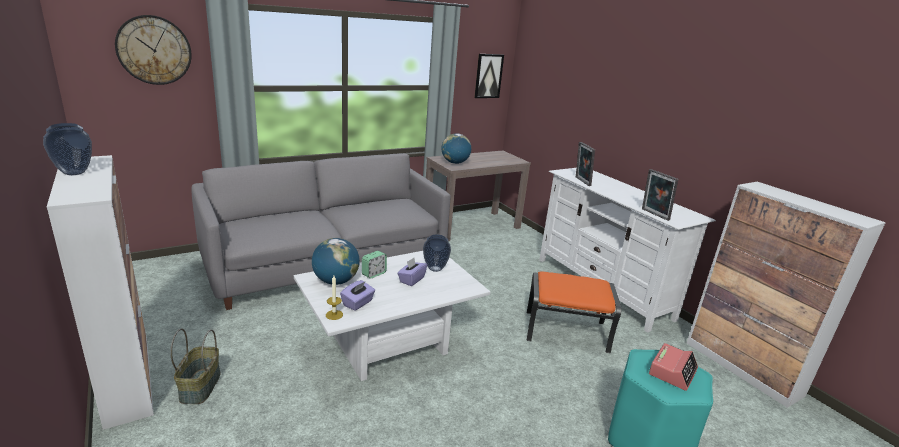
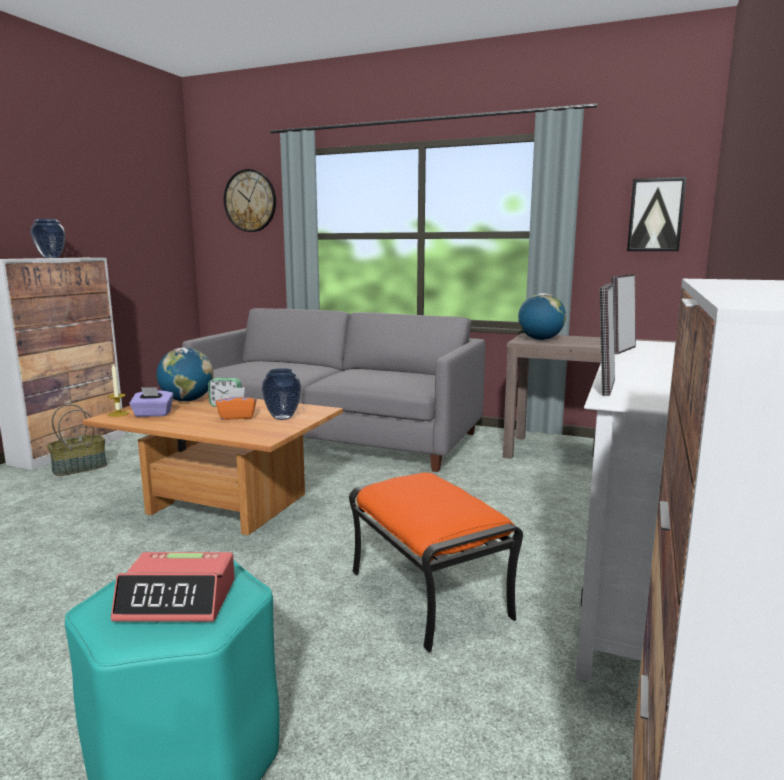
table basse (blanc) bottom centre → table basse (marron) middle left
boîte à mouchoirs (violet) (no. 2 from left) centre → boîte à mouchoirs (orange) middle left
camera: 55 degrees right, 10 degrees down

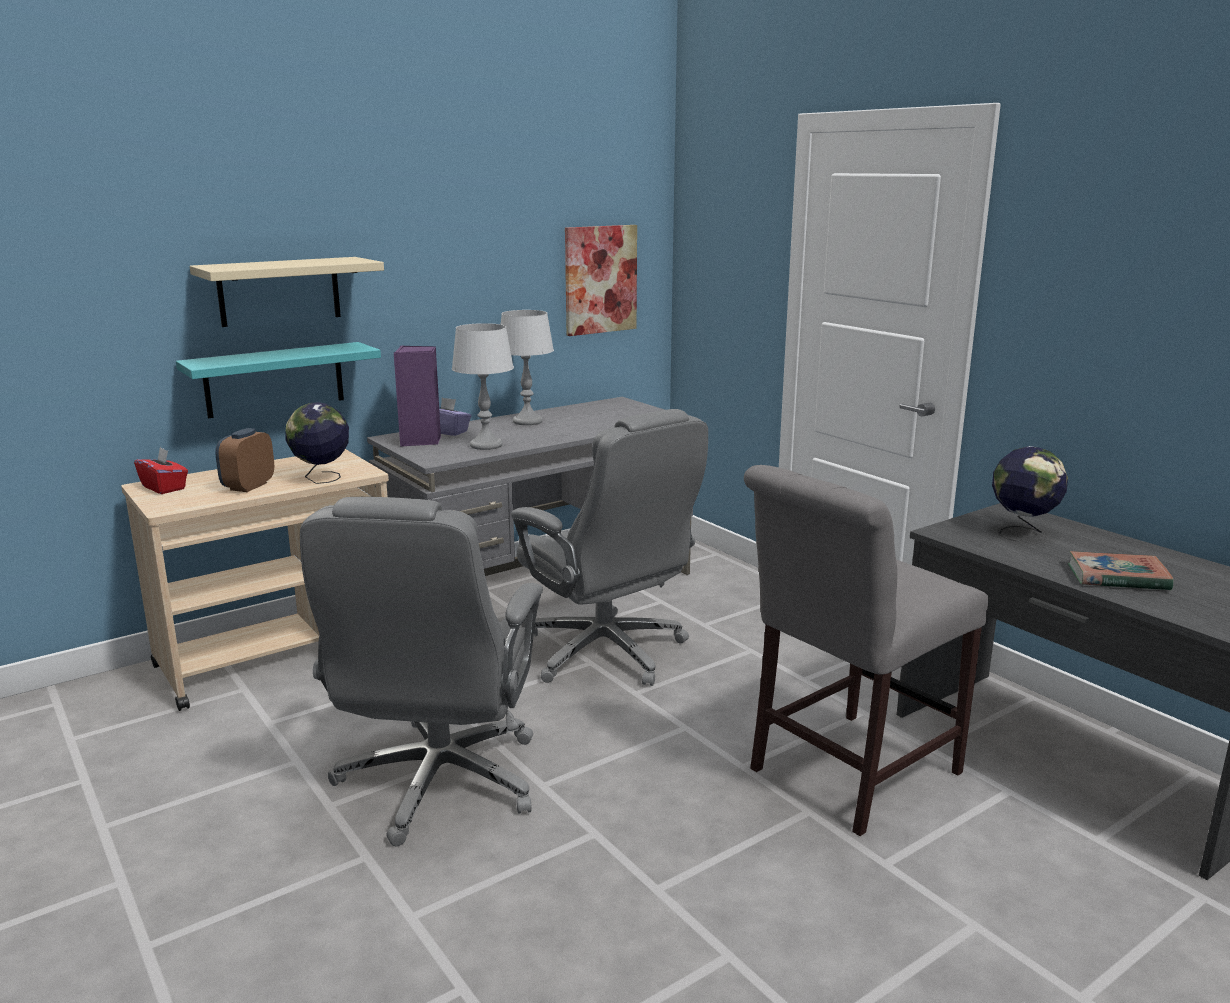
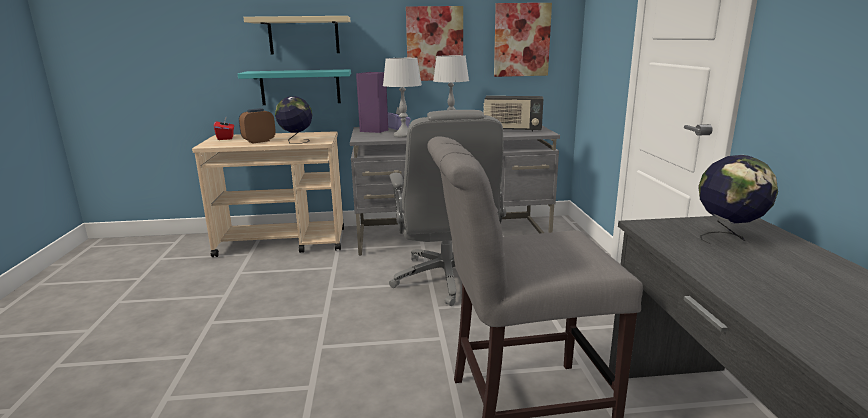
- → tableau (no. 1 from left) top centre
- → radio top centre
chaise de bureau (gris) (no. 1 from left) bottom centre → -
livre middle right → -
camera: 30 degrees right, 0 degrees up

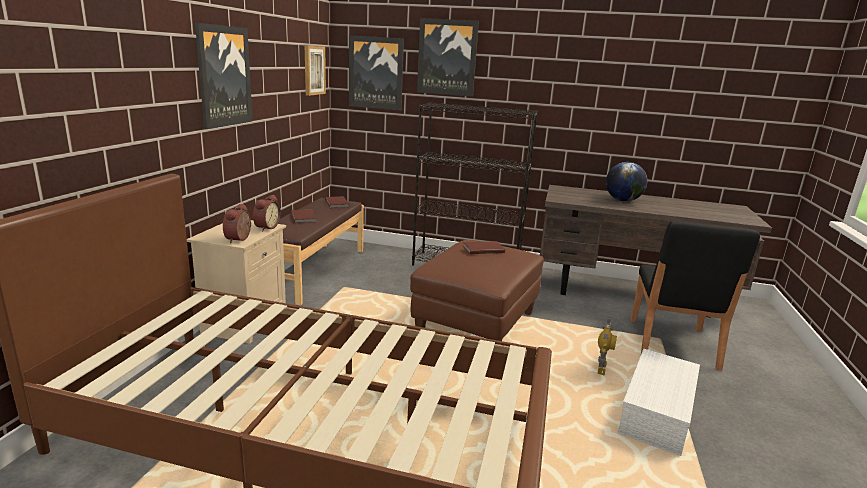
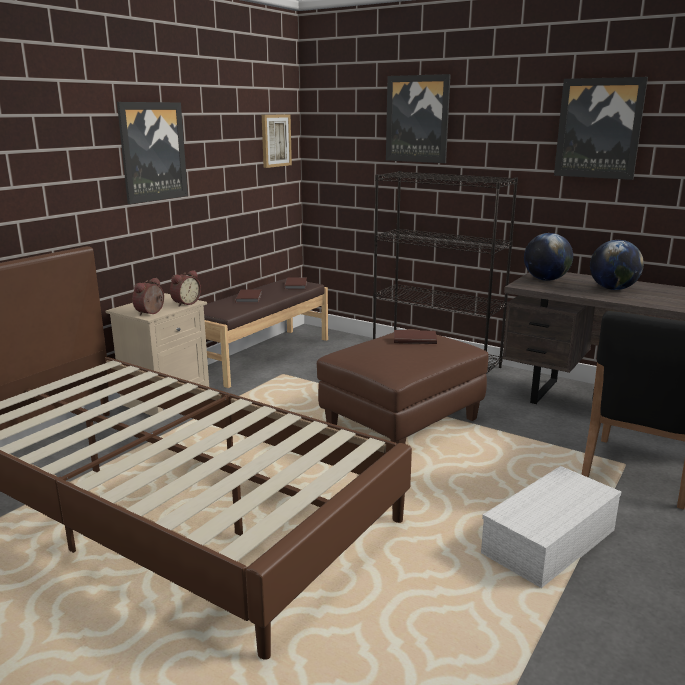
- → globe (no. 1 from left) middle right
tableau (no. 3 from left in the first image) top centre → tableau (no. 4 from left) top right, relocated
robot jouet bottom right → -
camera: 20 degrees right, 0 degrees up

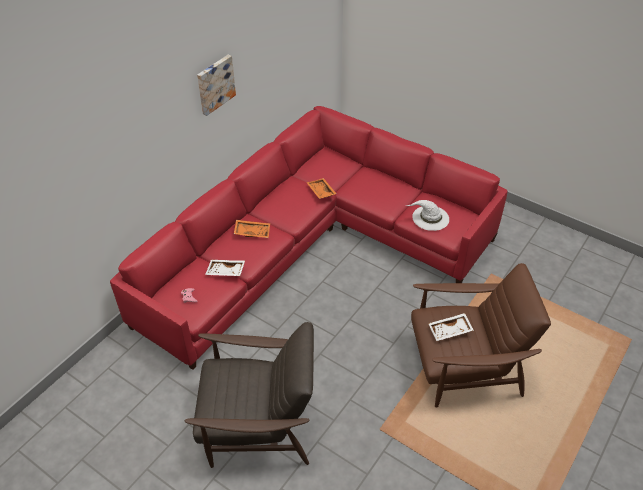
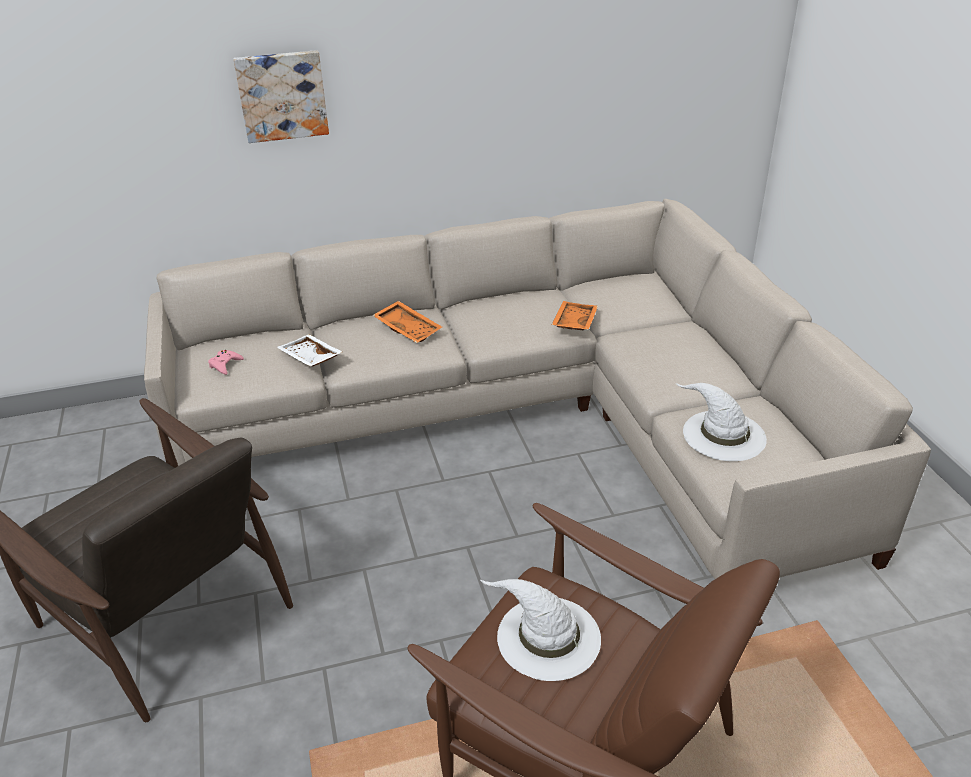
canapé (rouge) centre → canapé (beige) centre
tableau top centre → tableau top left, relocated
plateau (blanc) (no. 2 from left) bottom right → chapeau (blanc) (no. 1 from left) bottom centre
camera: 40 degrees right, 10 degrees down

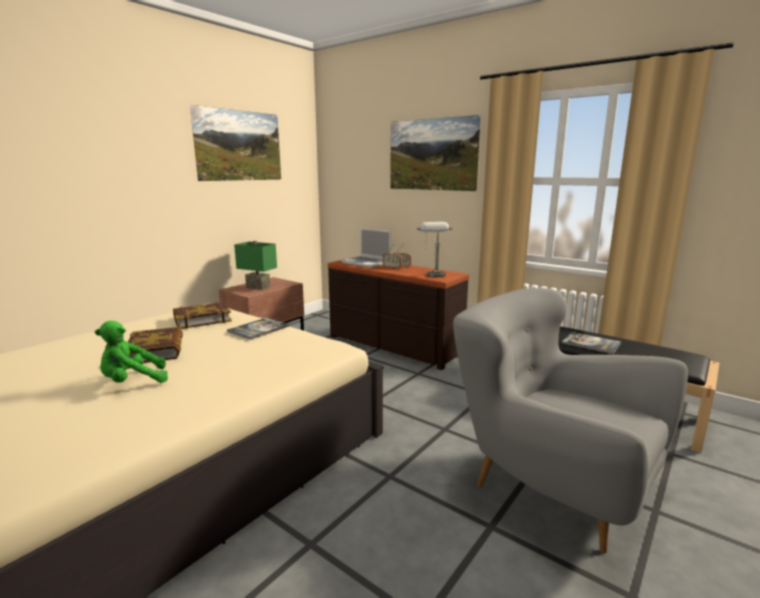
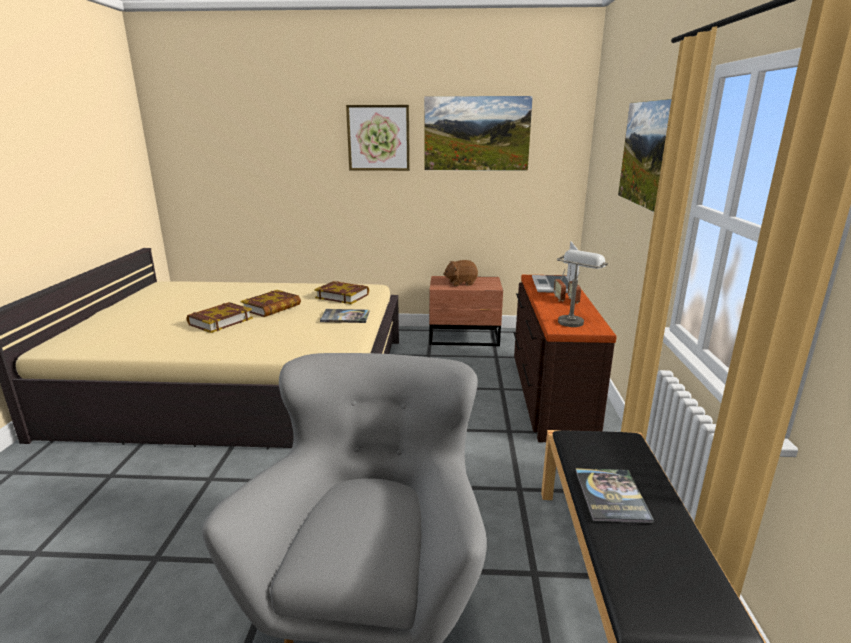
peluche (vert) middle left → livre (no. 1 from left) middle left
- → tableau (no. 1 from left) top centre
lampe de table (vert) centre → peluche (marron) centre
camera: 55 degrees right, 5 degrees up

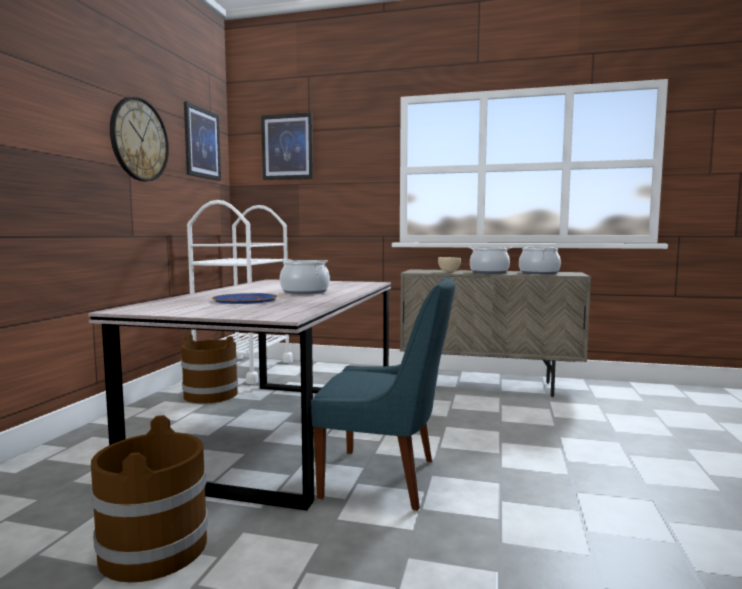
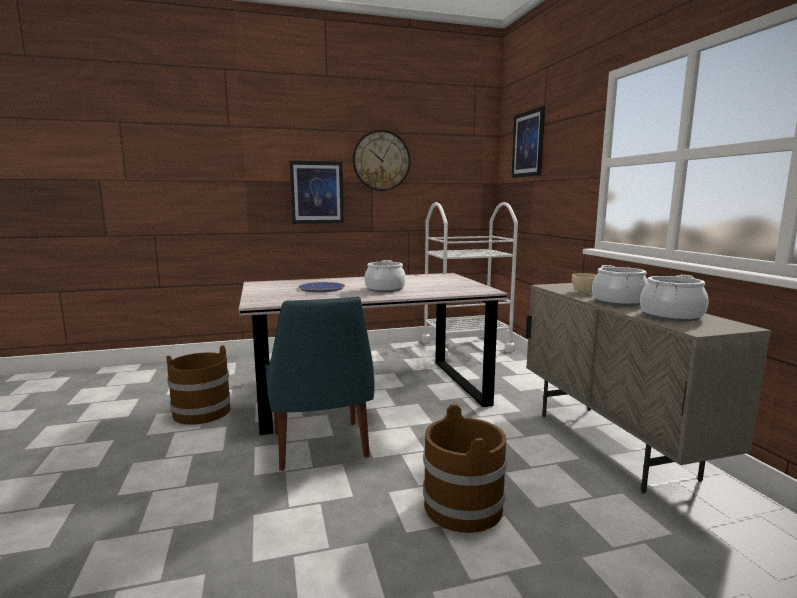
tableau (no. 1 from left) top left → tableau (no. 1 from left) top centre, relocated
seau (marron) (no. 2 from left) middle left → seau (marron) (no. 2 from left) bottom centre, relocated
camera: 60 degrees right, 5 degrees up

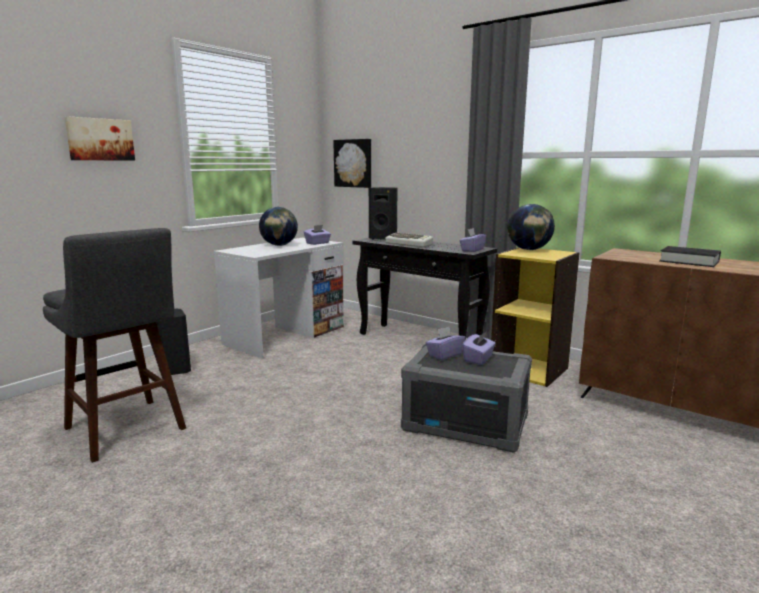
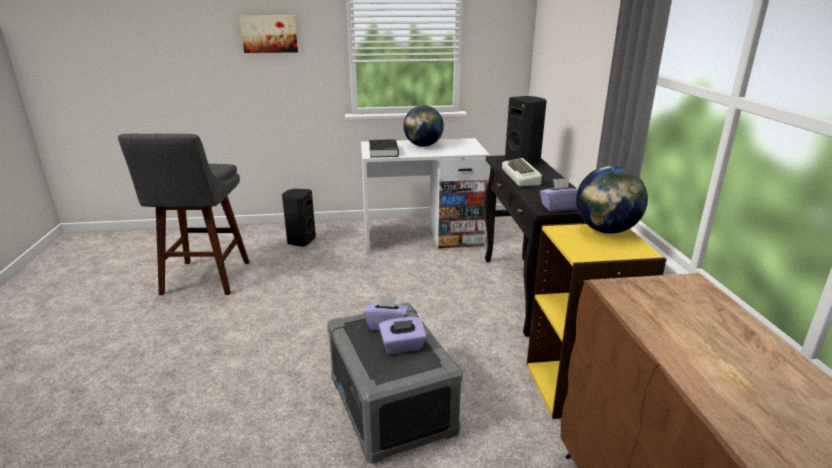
livre (noir) middle right → livre (noir) top centre, relocated
boîte à mouchoirs (violet) (no. 1 from left) centre → -
tableau (no. 2 from left) top centre → -
camera: 45 degrees right, 10 degrees up

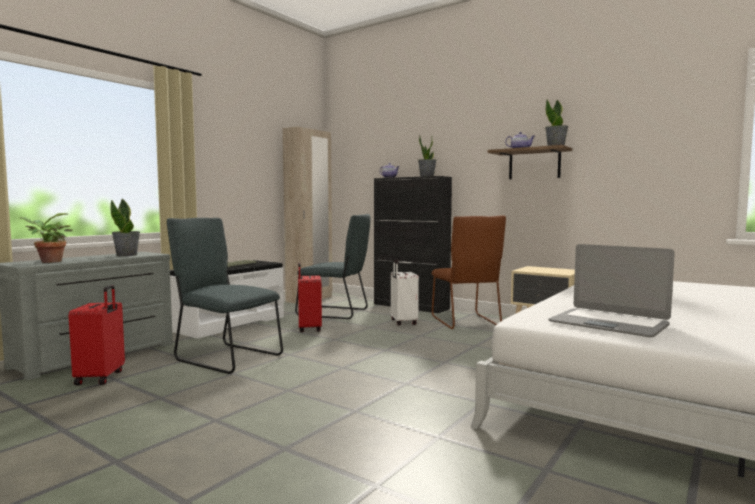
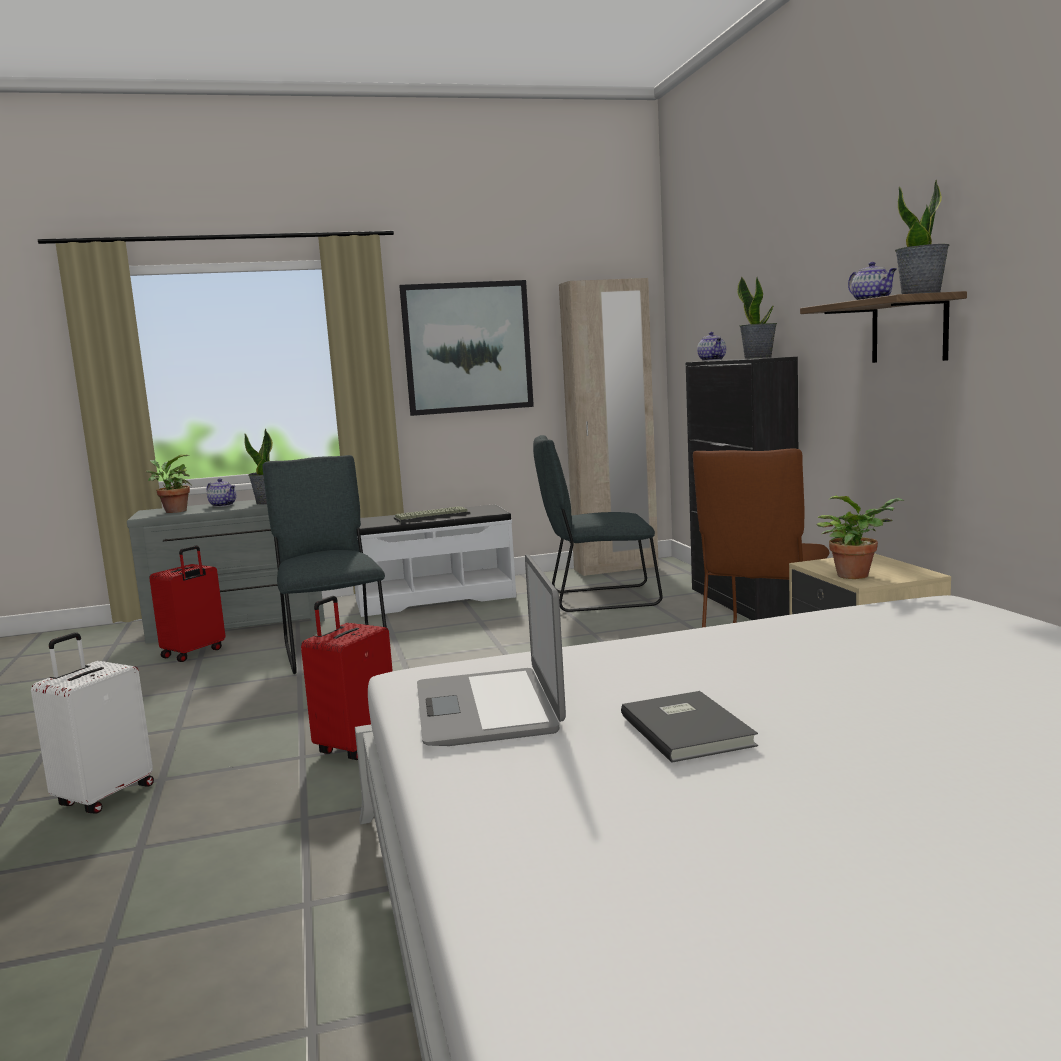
valise (blanc) centre → valise (blanc) bottom left, relocated
- → théière (no. 1 from left) middle left
valise (rouge) (no. 2 from left) centre → valise (rouge) (no. 2 from left) middle left, relocated
- → tableau top centre
chaise (gris) (no. 2 from left) centre, 120 degrees clockwise
- → livre (gris) bottom centre
- → plante en pot (no. 4 from left) middle right
camera: 40 degrees right, 5 degrees up

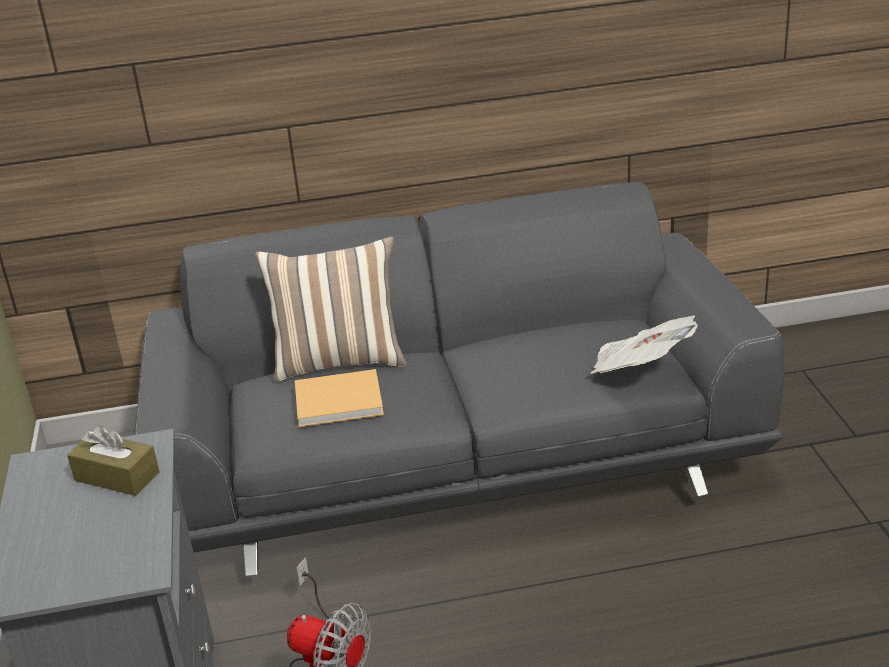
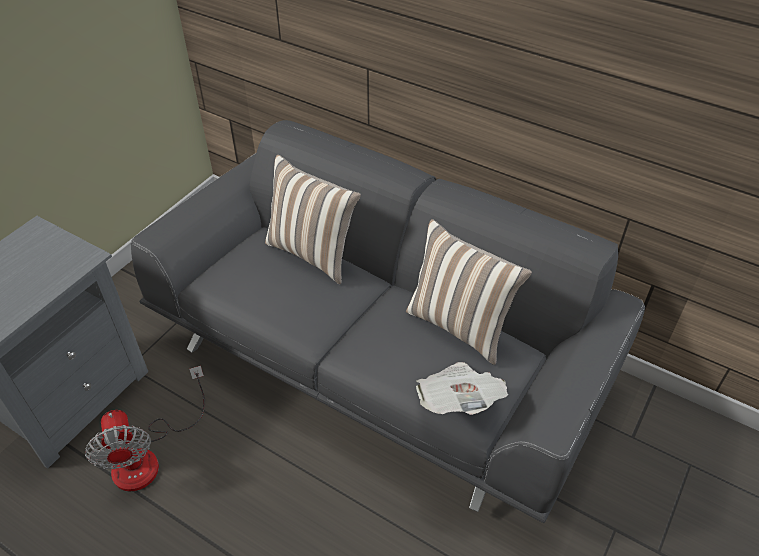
- → coussin (no. 2 from left) centre
boîte à mouchoirs (marron) bottom left → -
livre (beige) centre → -
camera: 40 degrees right, 15 degrees up

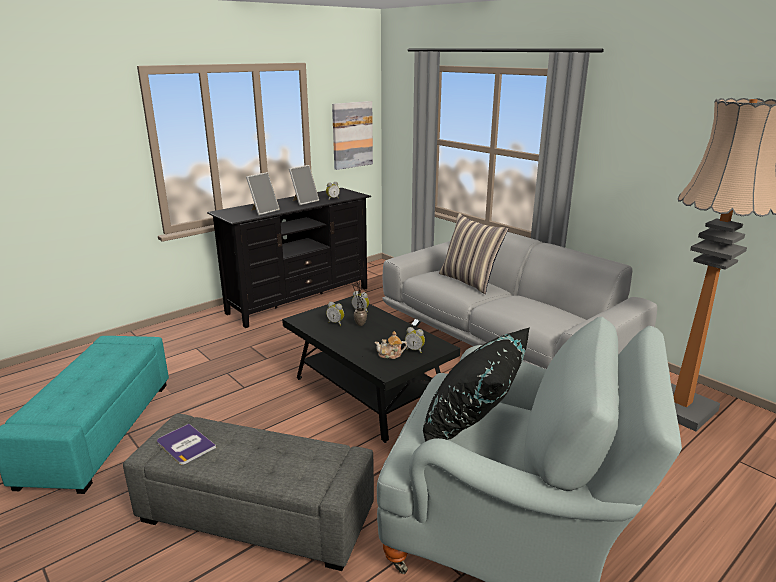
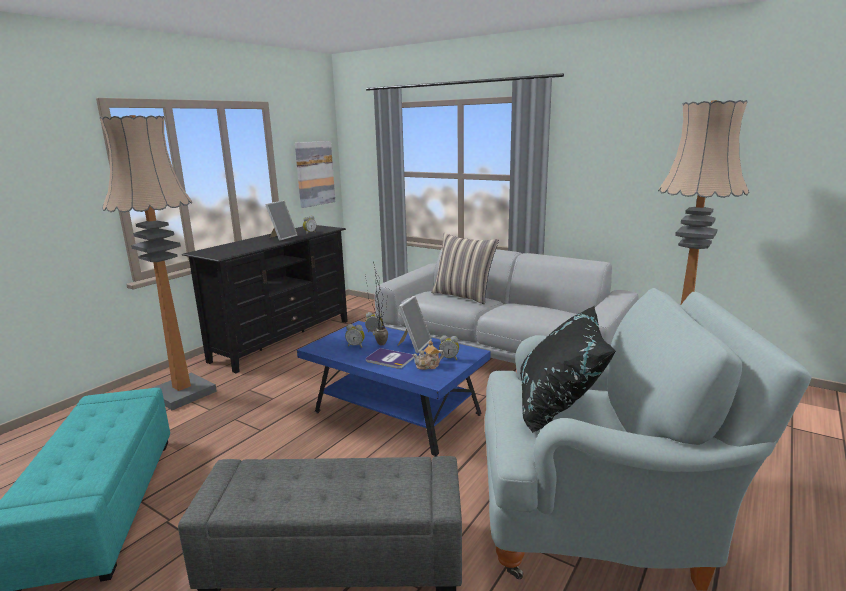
- → lampadaire (no. 1 from left) middle left
table basse (noir) centre → table basse (bleu) centre
livre bottom left → livre centre, relocated
cadre photo (no. 1 from left in the first image) top centre → cadre photo (no. 2 from left) centre, relocated
camera: 15 degrees left, 5 degrees down

